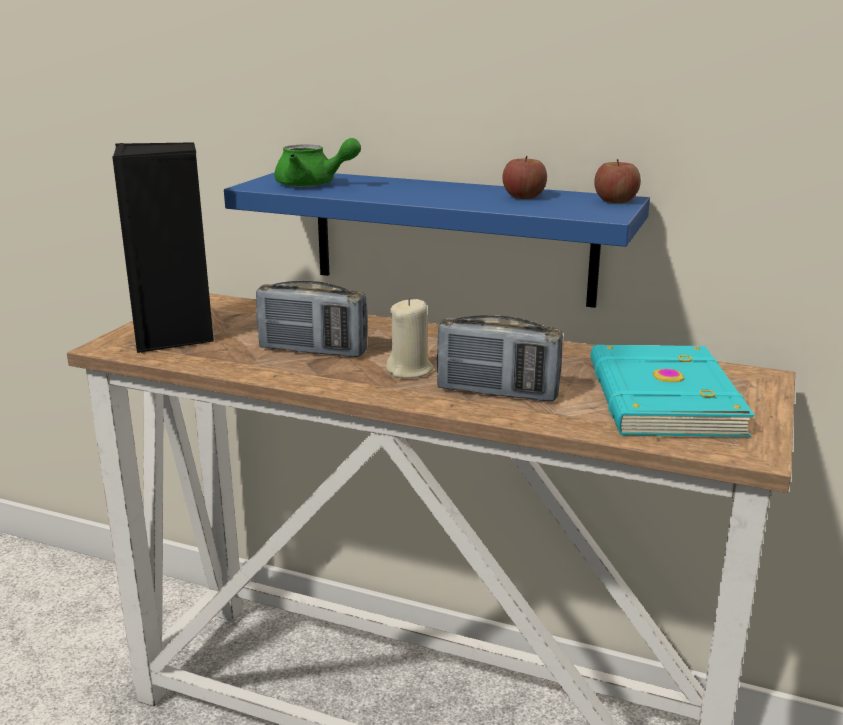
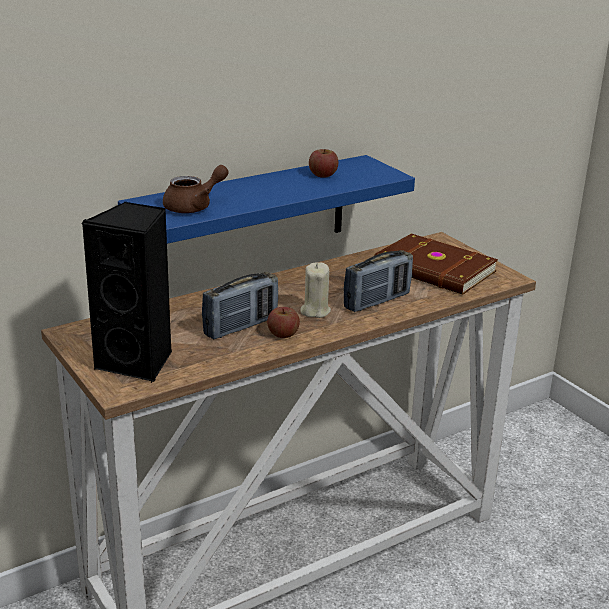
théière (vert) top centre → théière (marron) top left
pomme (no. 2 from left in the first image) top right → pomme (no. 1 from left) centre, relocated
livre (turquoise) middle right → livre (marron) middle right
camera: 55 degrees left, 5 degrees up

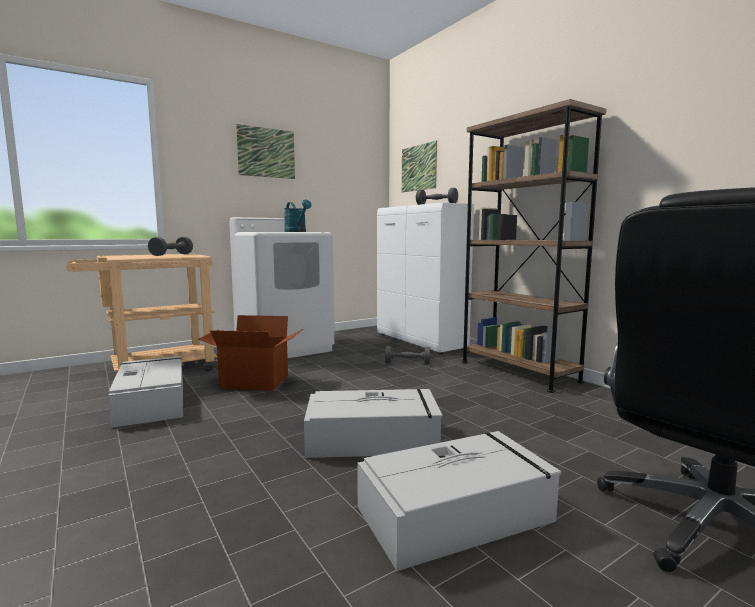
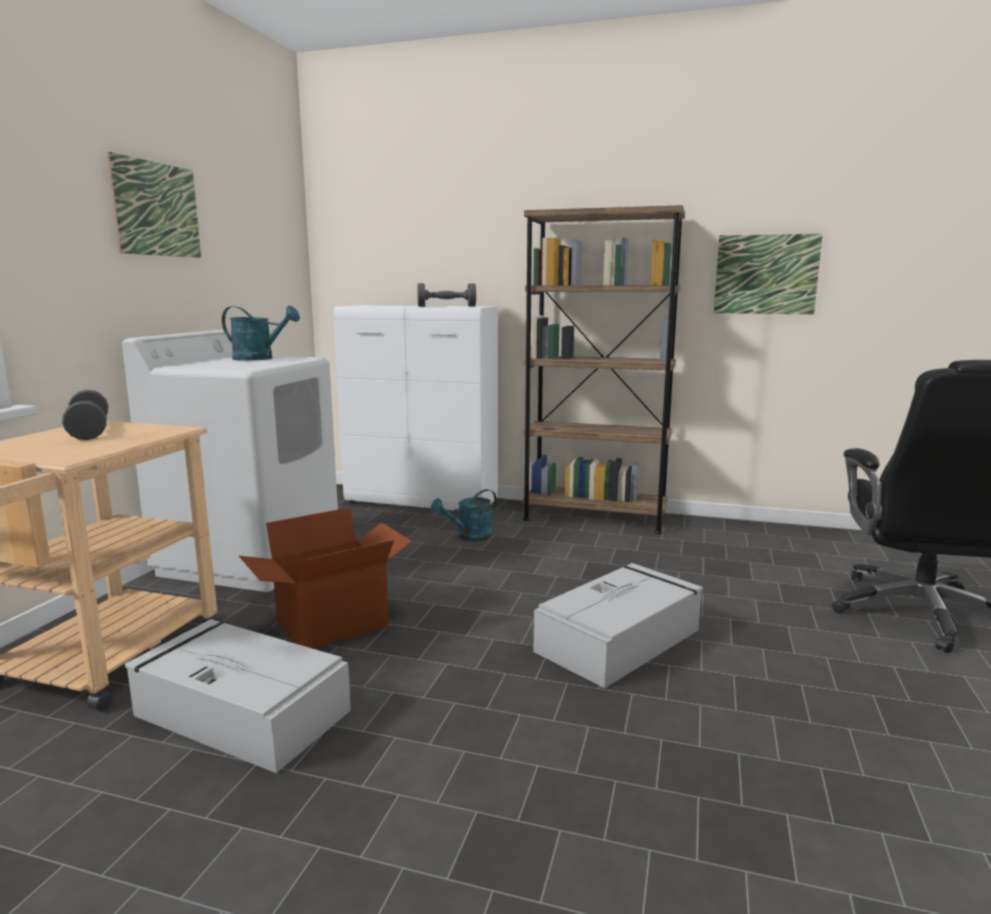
haltère (gris) (no. 2 from left) centre → arrosoir (turquoise) (no. 2 from left) centre
tableau (no. 2 from left) top centre → tableau (no. 2 from left) top right, relocated
boîte de rangement (gris) (no. 3 from left) bottom centre → -
camera: 40 degrees left, 5 degrees up

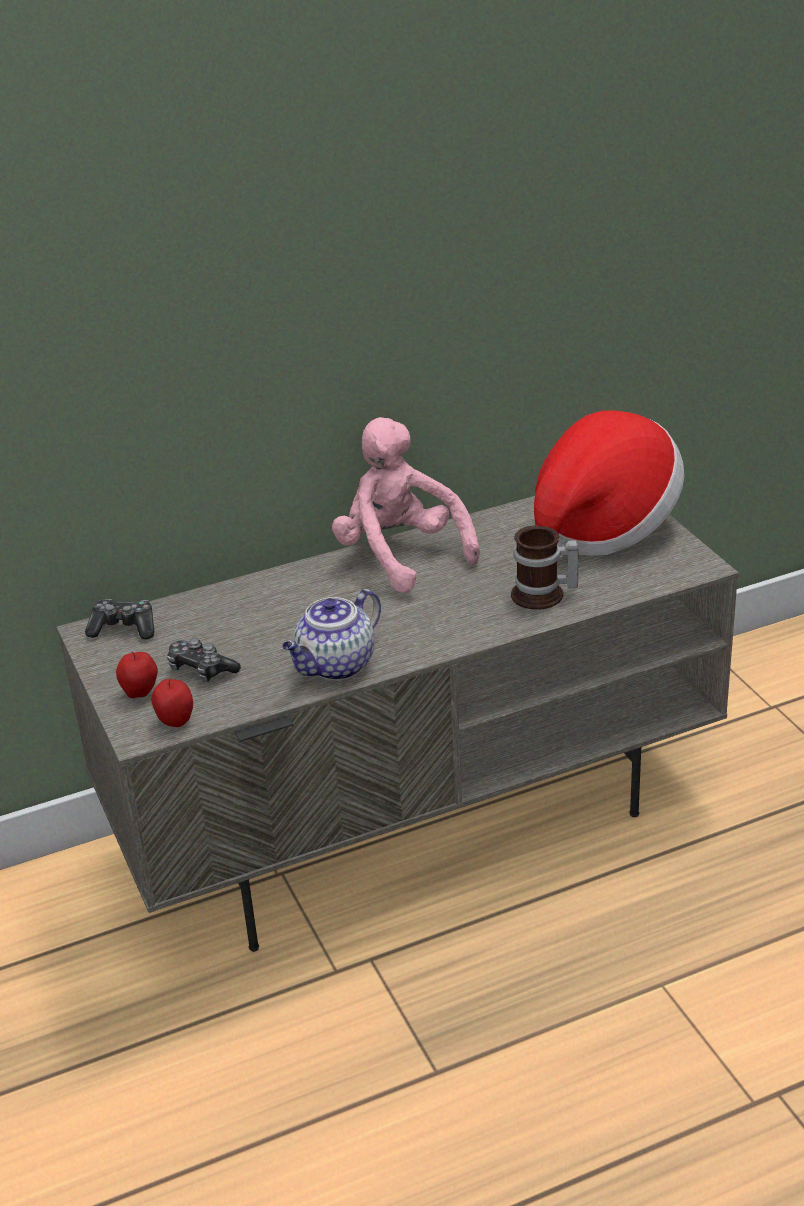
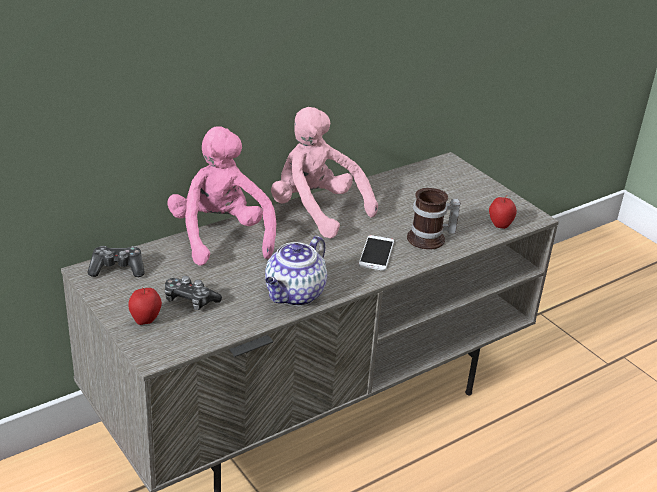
- → peluche (rose) (no. 1 from left) centre
- → téléphone centre
pomme (no. 2 from left) middle left → pomme (no. 2 from left) middle right, relocated
chapeau middle right → -
camera: 15 degrees left, 0 degrees up

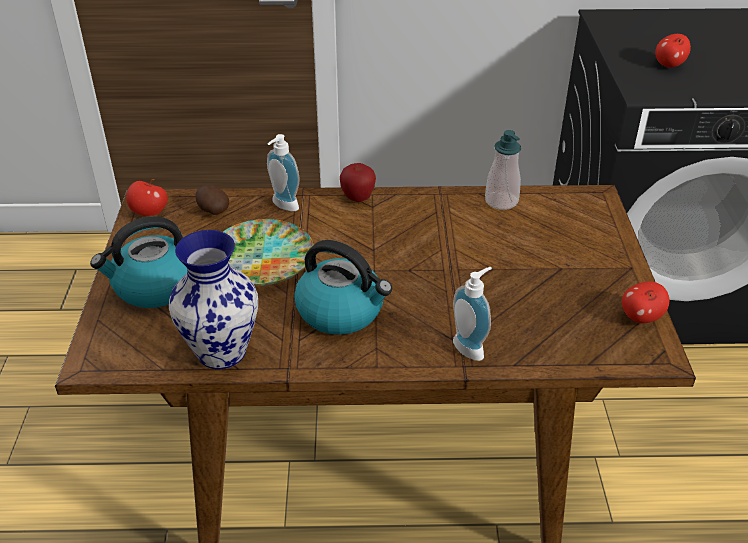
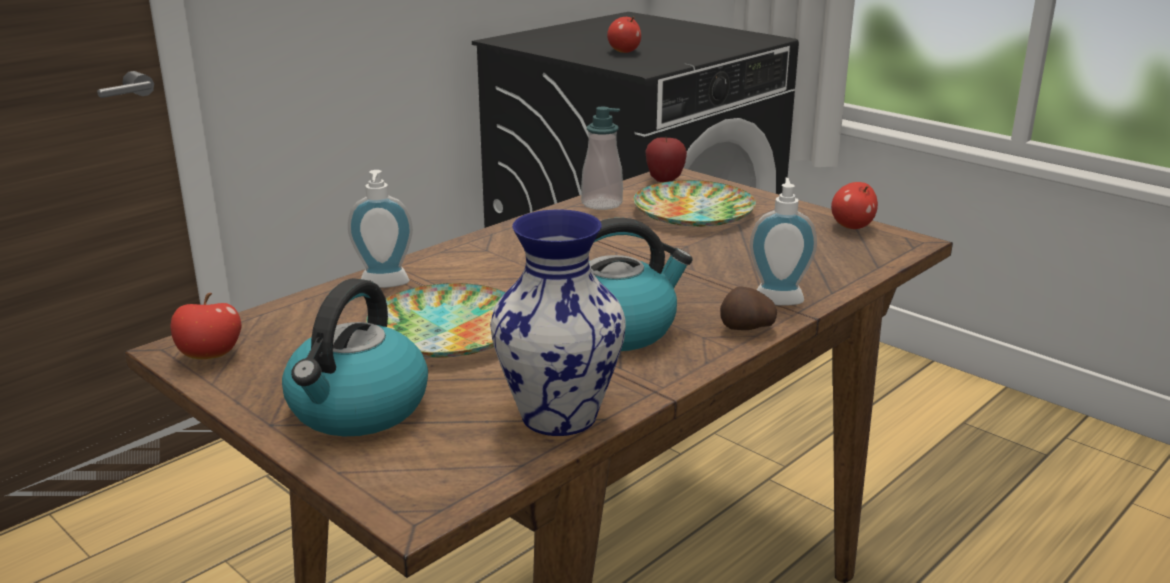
- → assiette (no. 2 from left) centre
pomme (no. 2 from left in the first image) centre → pomme (no. 3 from left) top centre, relocated
pomme de terre middle left → pomme de terre centre, relocated
camera: 45 degrees left, 15 degrees down

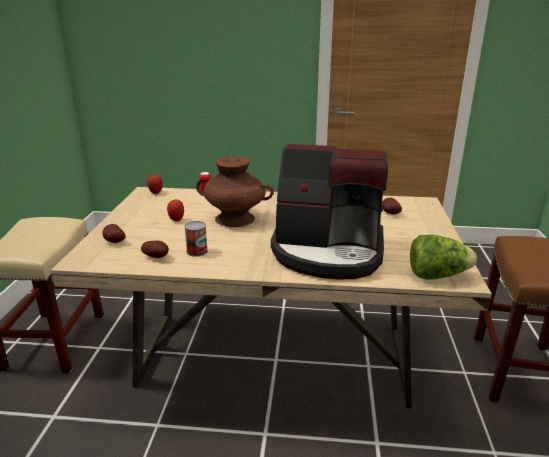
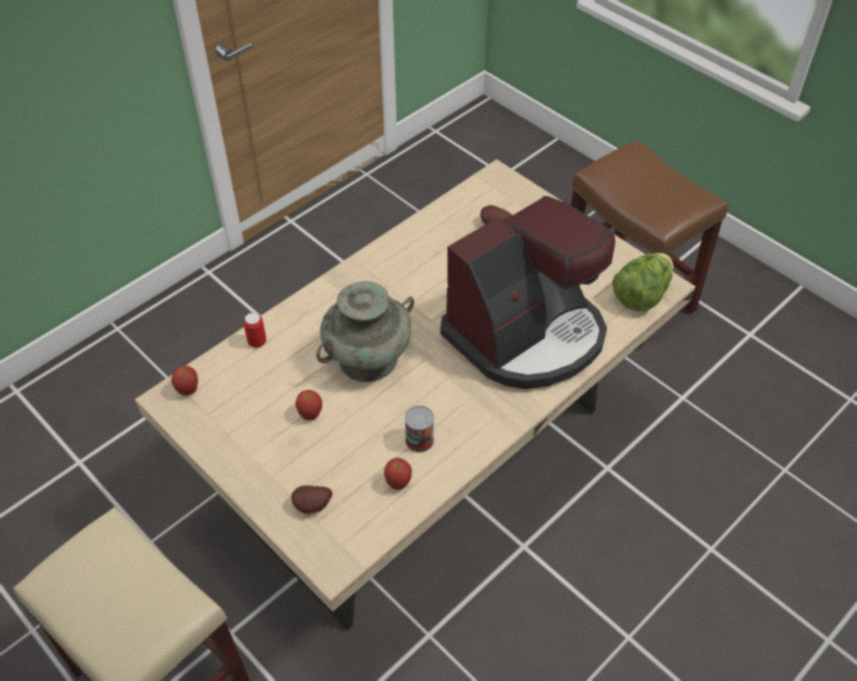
vase (marron) centre → vase (turquoise) centre
pomme de terre (no. 2 from left) middle left → pomme (no. 3 from left) bottom centre
camera: 50 degrees left, 25 degrees up

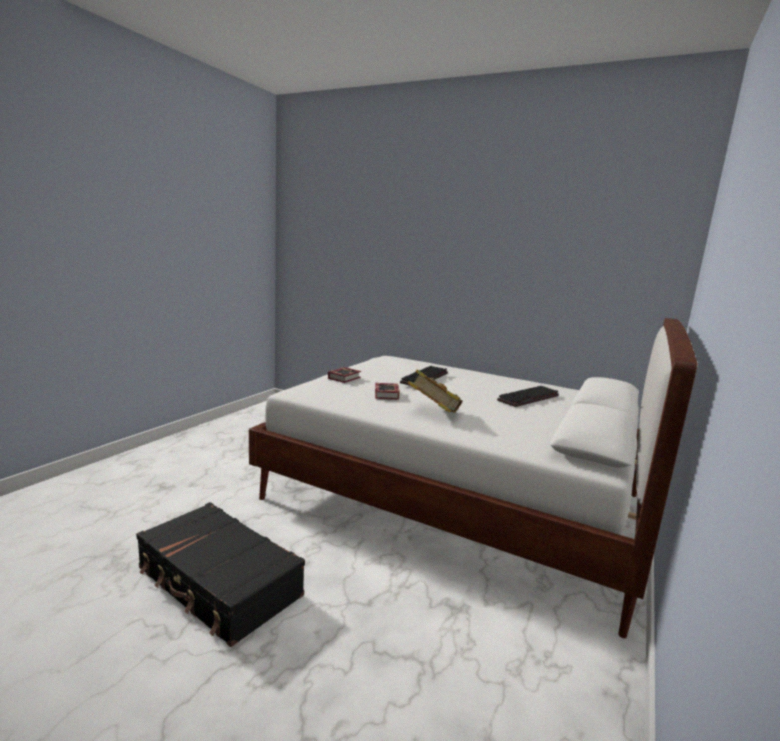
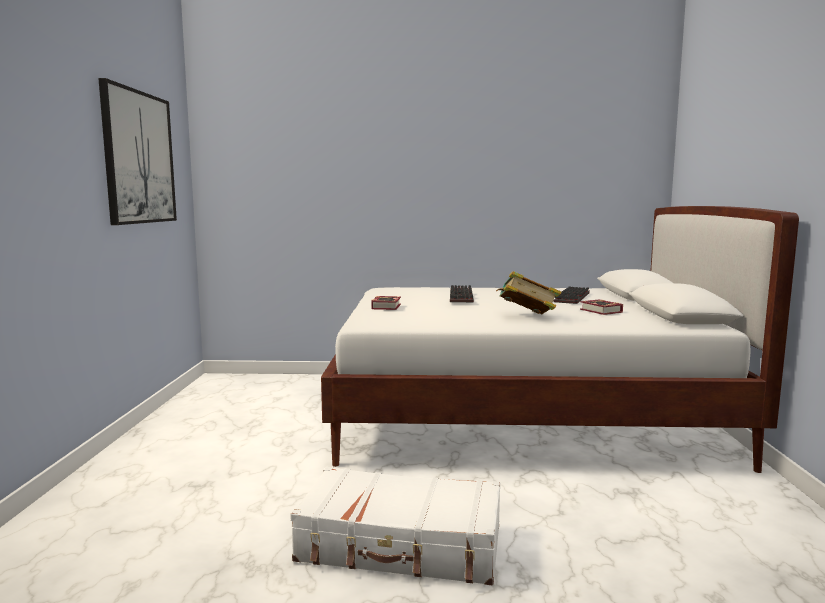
- → tableau top left
valise (noir) bottom left → valise (blanc) bottom centre
livre (no. 2 from left in the first image) centre → livre (no. 3 from left) middle right, relocated
camera: 25 degrees left, 5 degrees down

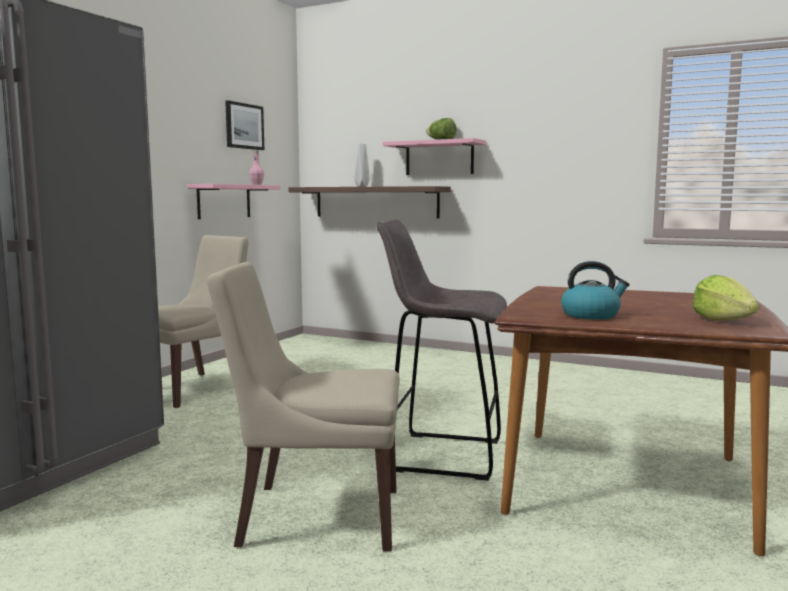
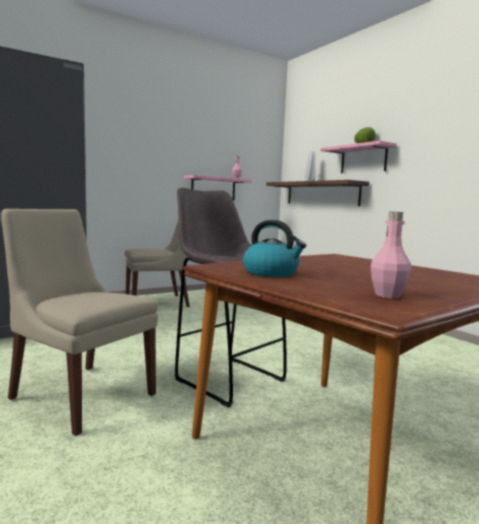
laitue (no. 2 from left) middle right → bouteille (rose) (no. 2 from left) middle right
tableau top left → -
camera: 30 degrees right, 0 degrees up

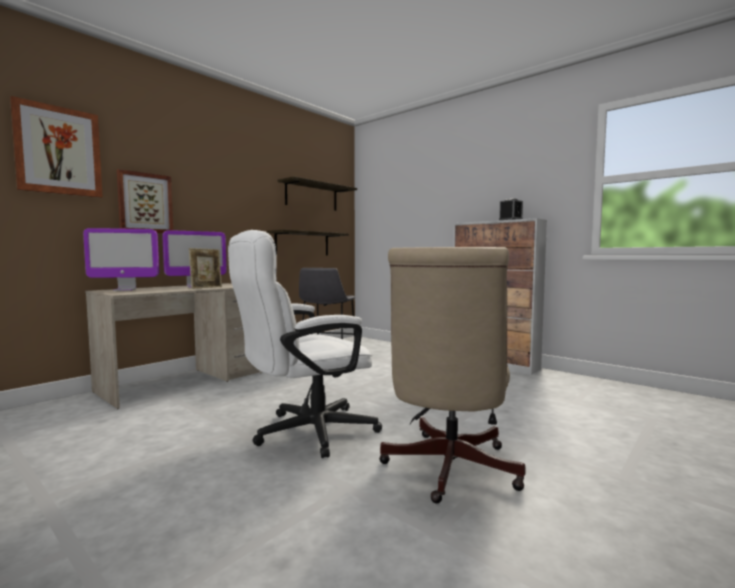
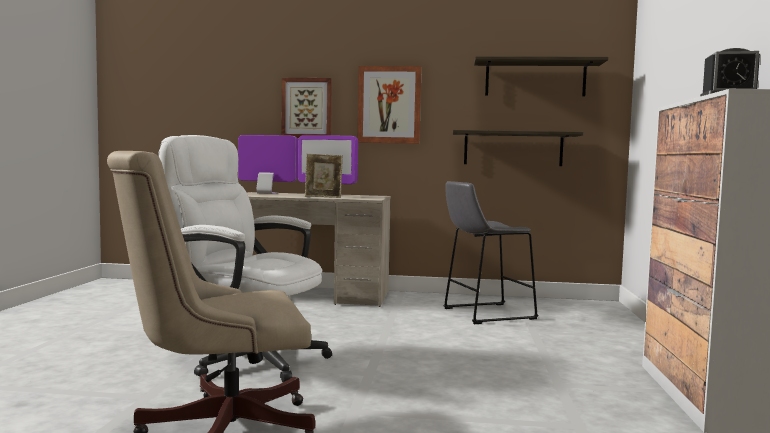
écran d'ordinateur (no. 1 from left) middle left → écran d'ordinateur (no. 1 from left) centre, 150 degrees clockwise
tableau (no. 1 from left in the first image) top left → tableau (no. 2 from left) top centre, relocated
camera: 55 degrees right, 0 degrees up

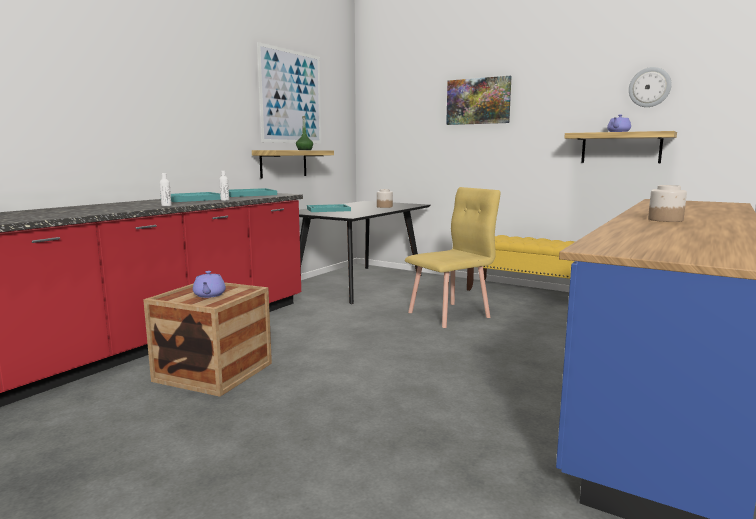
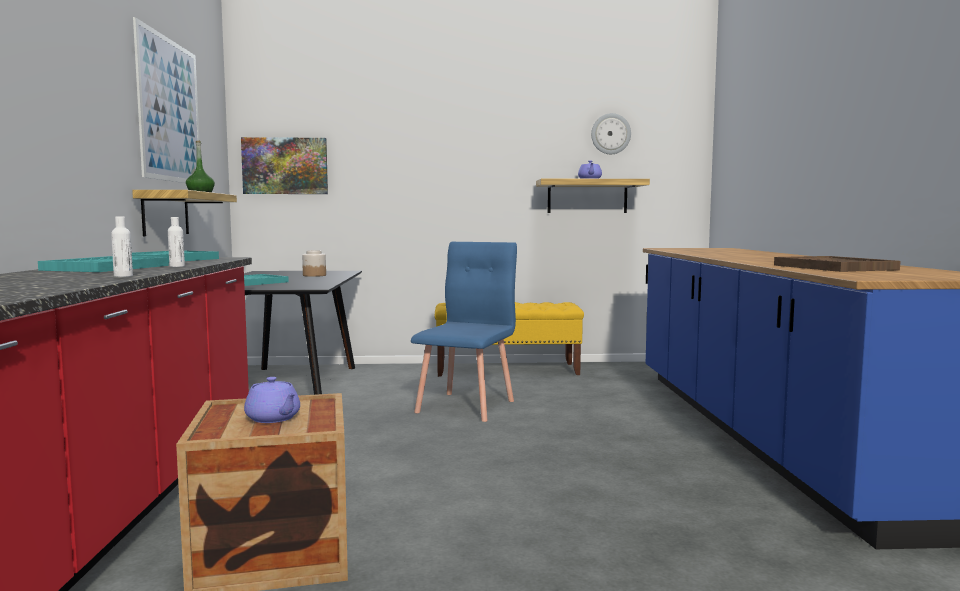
tableau (no. 2 from left) top centre → tableau (no. 2 from left) top left, relocated
chaise (jaune) centre → chaise (bleu) centre
- → plateau (marron) middle right
bocal (no. 2 from left) middle right → -
camera: 35 degrees left, 5 degrees down

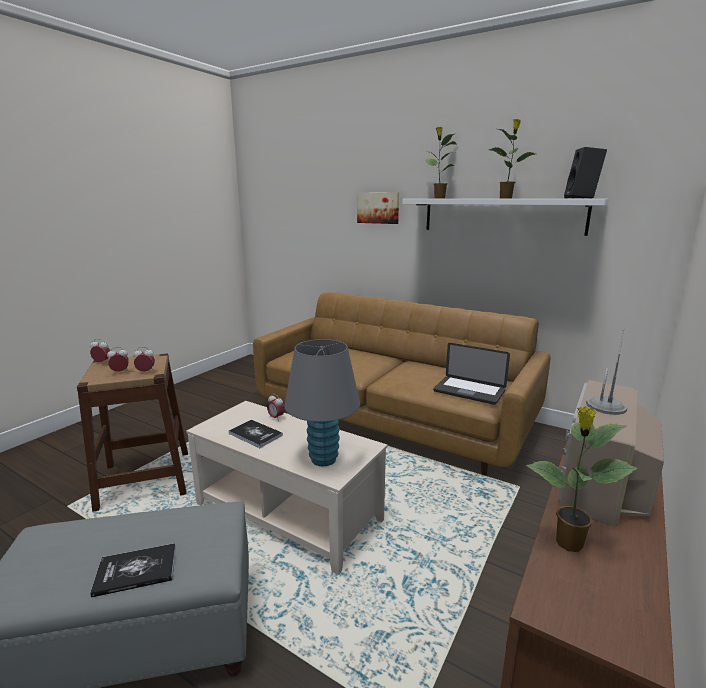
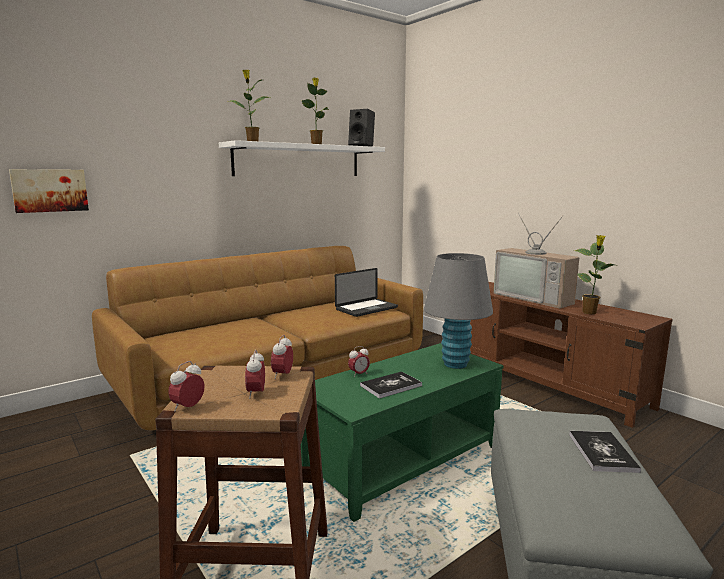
tableau top centre → tableau top left, relocated
table basse (beige) bottom centre → table basse (vert) bottom centre
camera: 70 degrees left, 5 degrees down

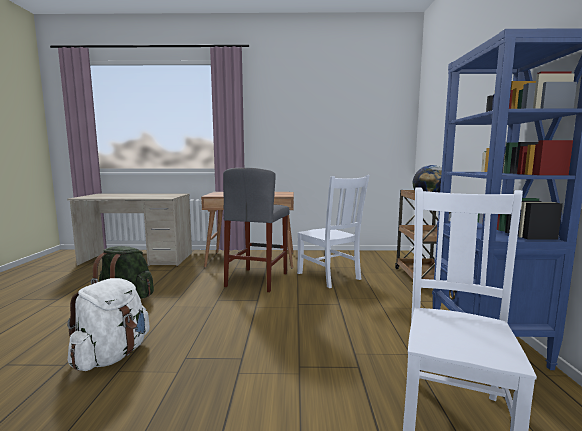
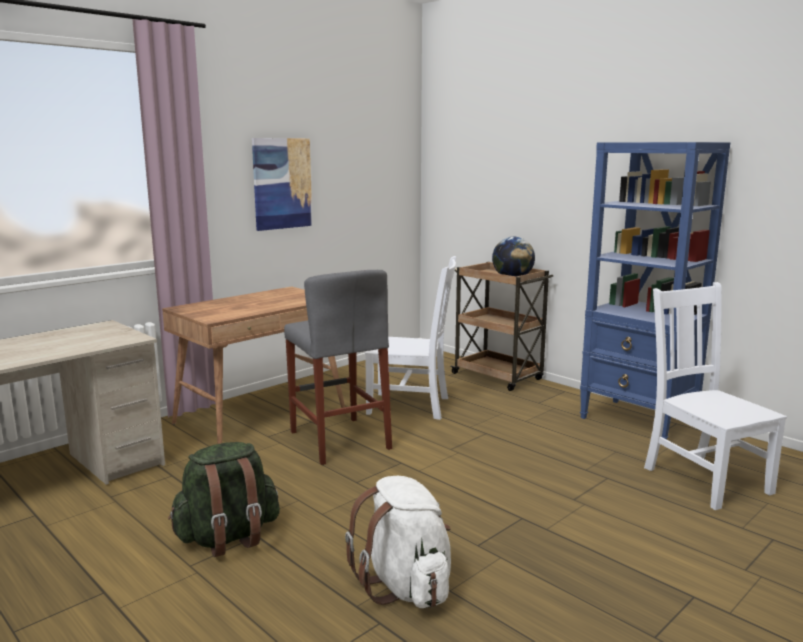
- → tableau top centre
camera: 45 degrees left, 5 degrees up

